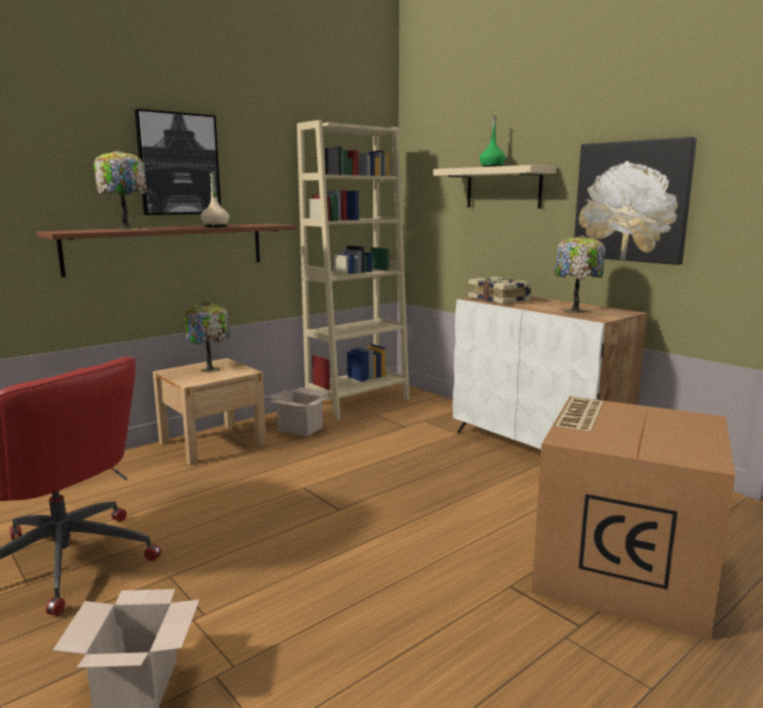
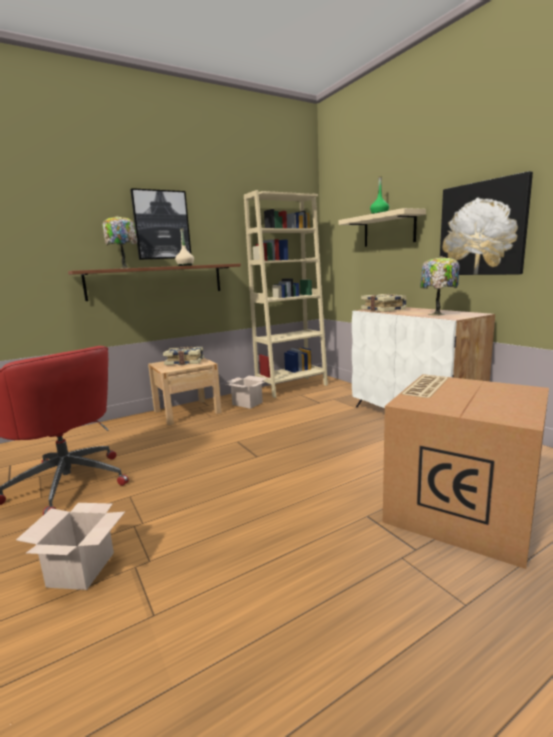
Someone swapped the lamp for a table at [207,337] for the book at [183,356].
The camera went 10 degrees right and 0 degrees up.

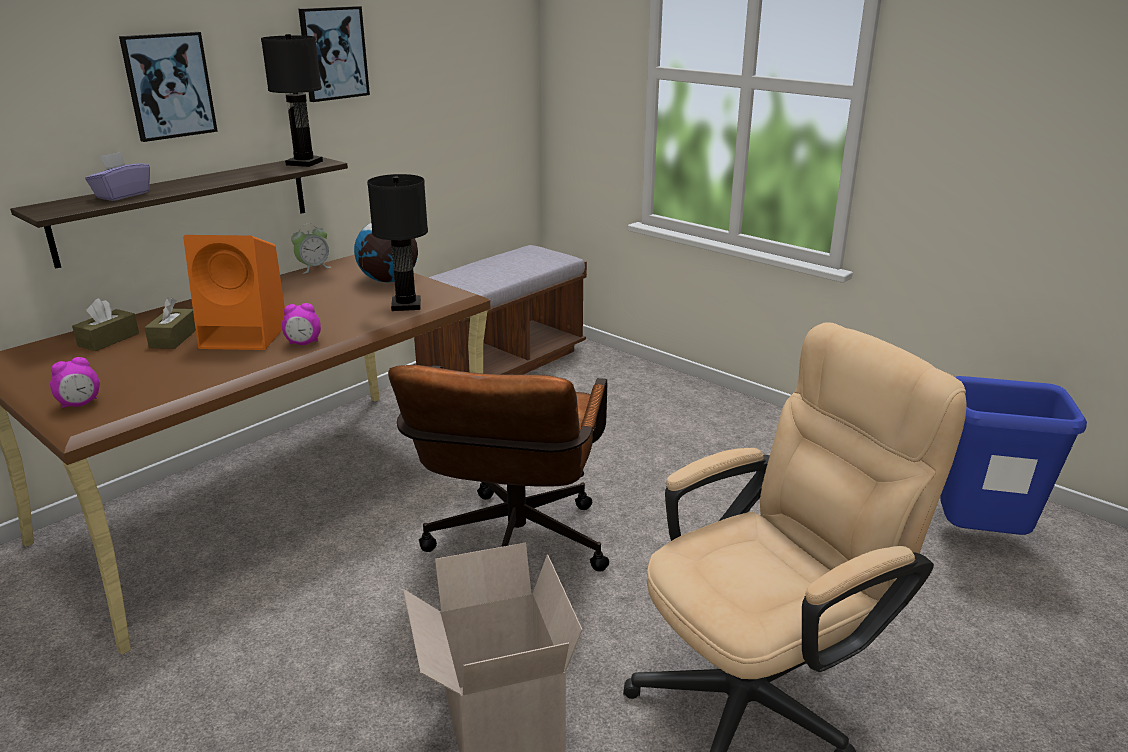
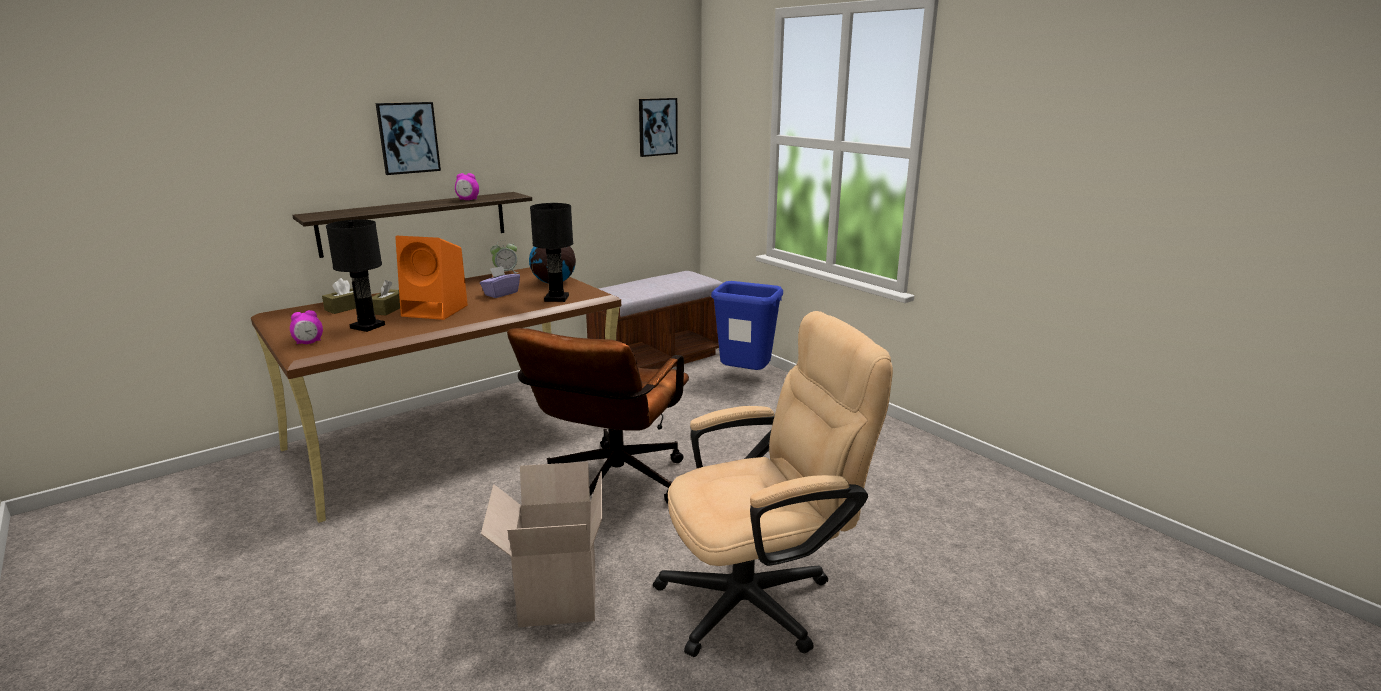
Someone carried the picture from [334,54] to [658,127].
Someone carried the lamp for a table in black-coloured from [292,100] to [355,276].
Someone carried the box of tissues in purple-coloured from [117,176] to [500,282].
Someone carried the alarm clock from [301,324] to [467,186].
Someone carried the rubbish bin in blue from [1013,455] to [747,325].
The camera went 10 degrees right and 5 degrees down.

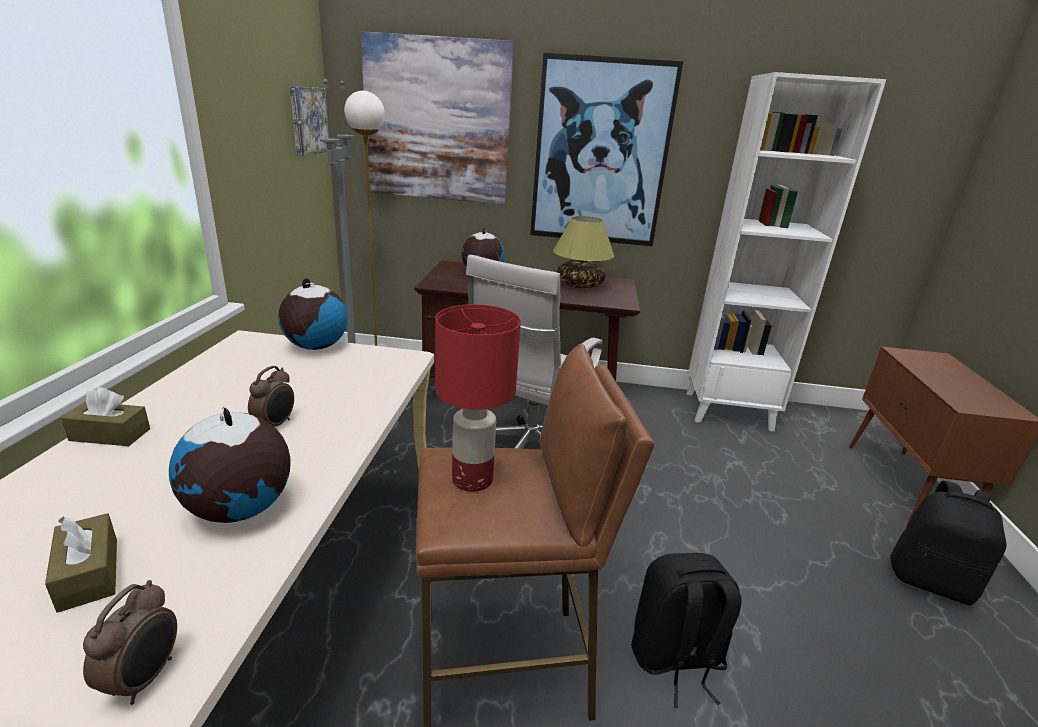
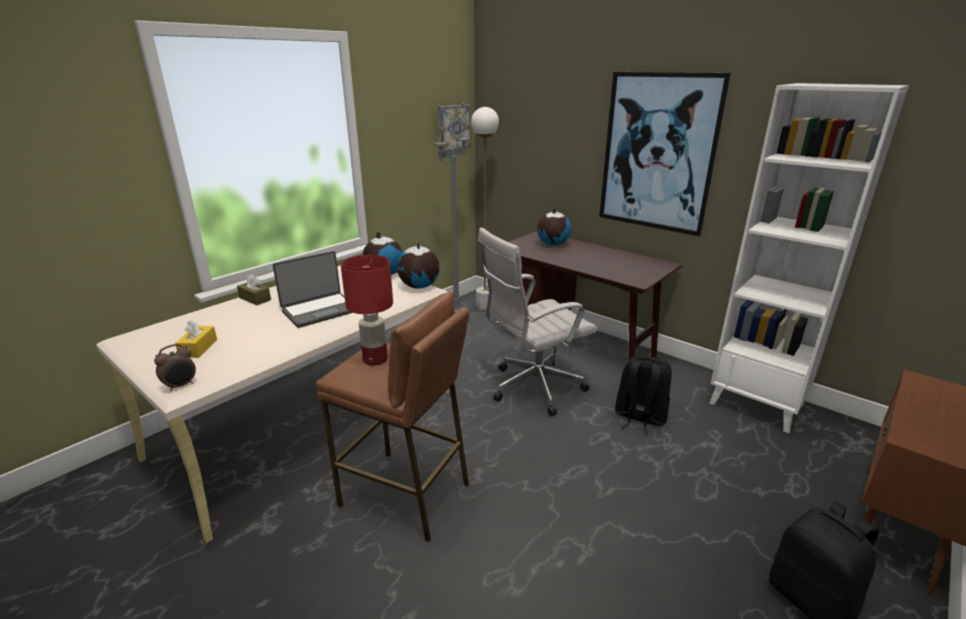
Someone took away the picture at [437,117].
Someone took away the lamp for a table at [583,252].
Someone swapped the alarm clock at [271,396] for the notebook computer at [312,289].
Someone carried the desk globe from [229,465] to [418,265].
Someone repainted the box of tissues in brownish at [81,563], which became the box of tissues in yellowish at [196,339].
Someone carried the backpack in black-coloured from [686,630] to [643,395].
The camera went 35 degrees right and 0 degrees up.

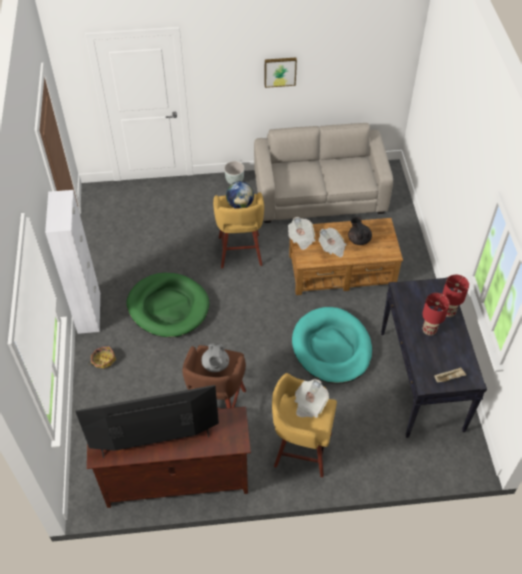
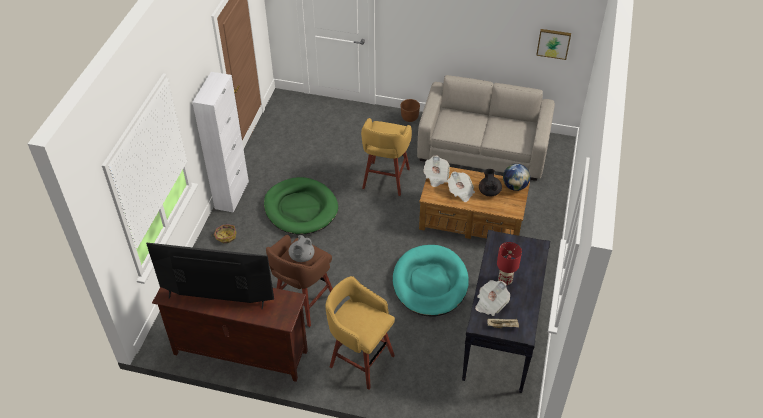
Someone carried the picture from [281,73] to [553,44].
Someone repainted the plant pot in gray at [234,172], which became the plant pot in brownish at [410,110].
Someone carried the desk globe from [240,194] to [516,177].
Someone took away the lamp for a table in reddish at [455,296].
Someone carried the printed paper from [311,398] to [492,298].
The camera went 20 degrees right and 5 degrees down.

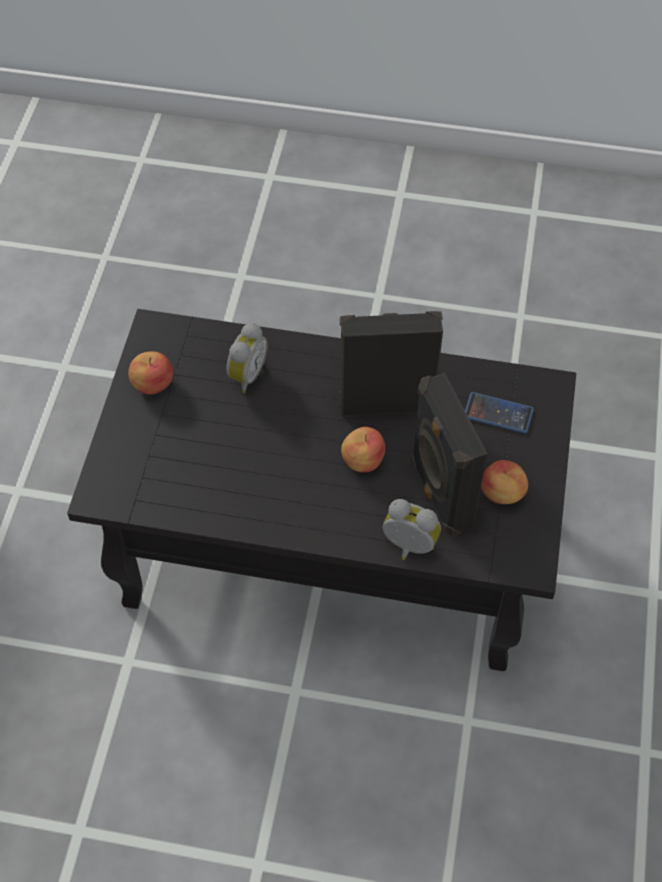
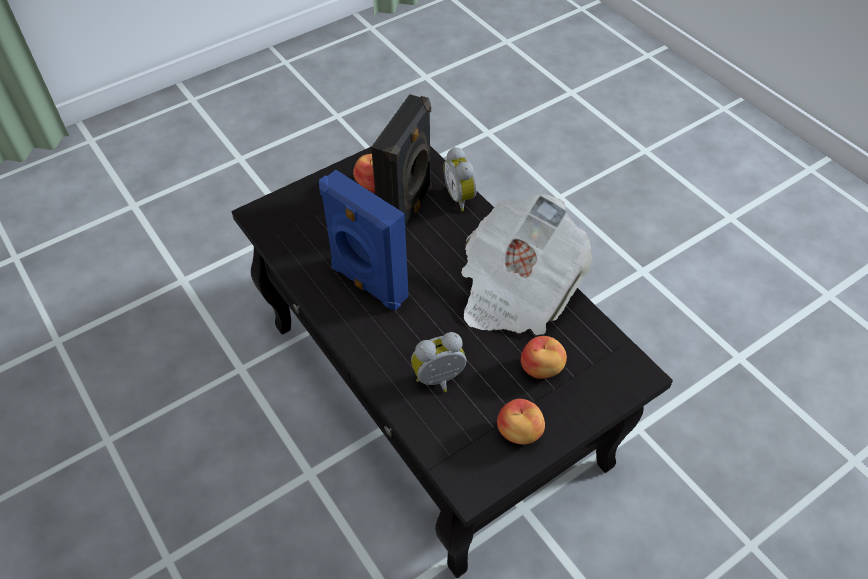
Someone repainted the speaker in black-coloured at [391,363], which became the speaker in blue at [364,240].
Someone took away the handset at [499,412].
Someone carried the whole apple from [363,450] to [544,357].
Someone put down the printed paper at [526,264].
The camera went 135 degrees left and 5 degrees down.

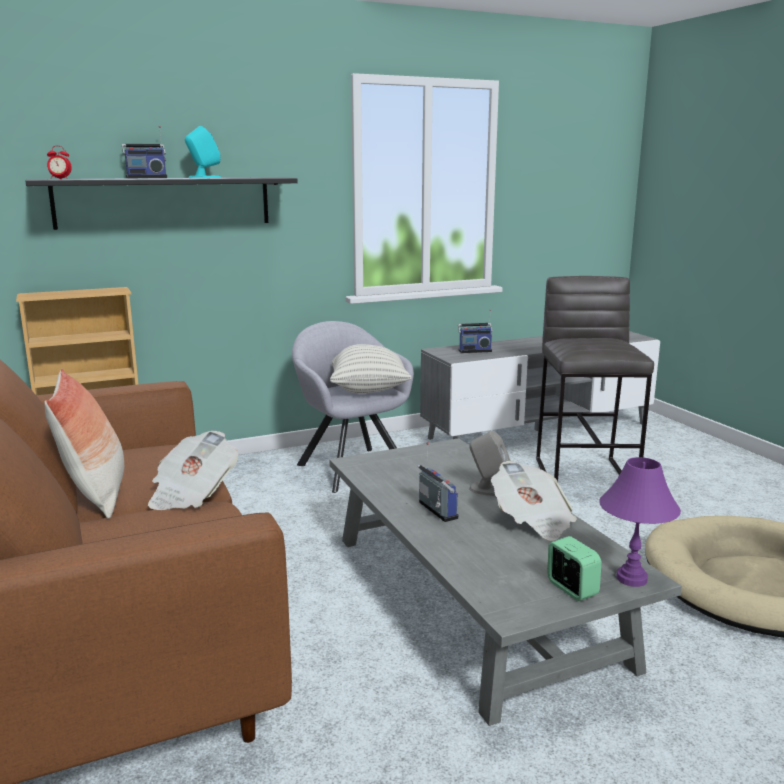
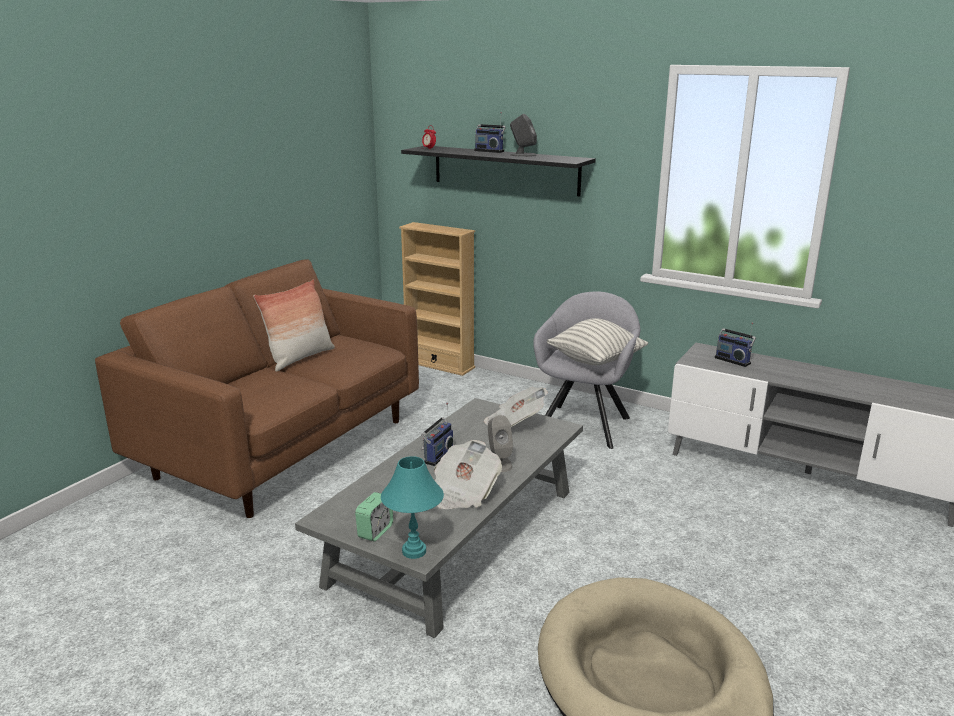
Someone repainted the speaker in turquoise-coloured at [203,152], which became the speaker in gray at [523,135].
Someone took away the stool seat in gray at [595,378].
Someone carried the printed paper from [193,470] to [516,407].
Someone repainted the lamp for a table in purple-coloured at [640,522], which became the lamp for a table in turquoise-coloured at [412,507].
The camera went 55 degrees right and 5 degrees up.

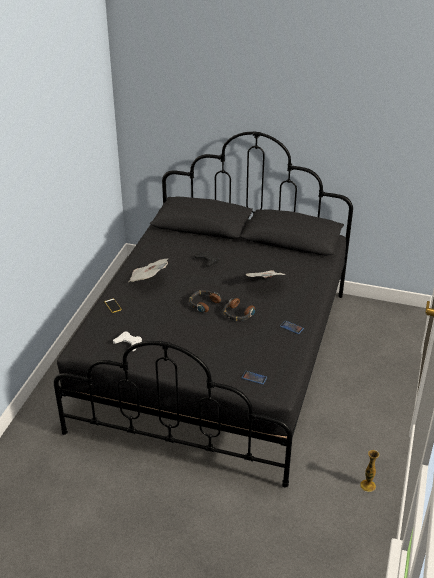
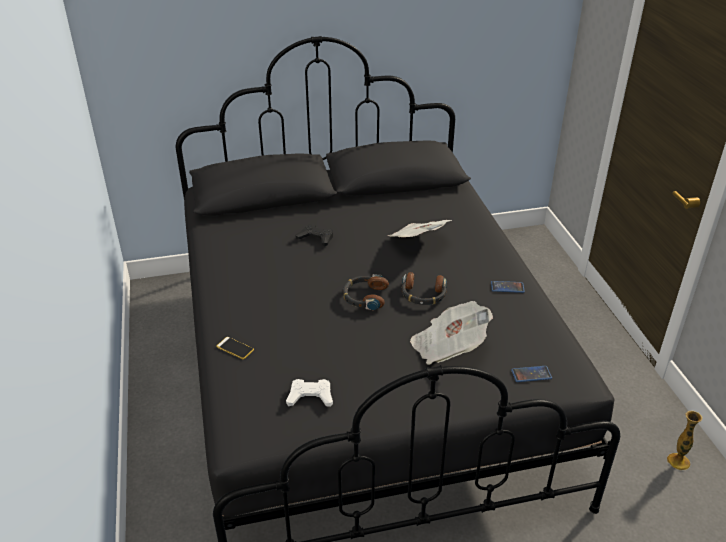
Someone carried the printed paper from [148,270] to [451,333].
The camera went 30 degrees left and 0 degrees up.

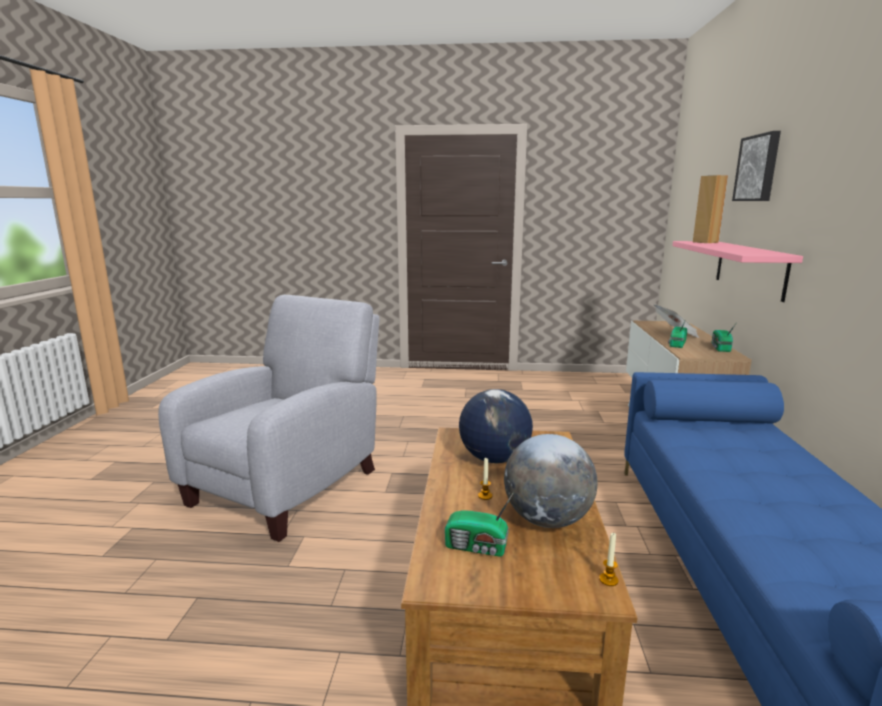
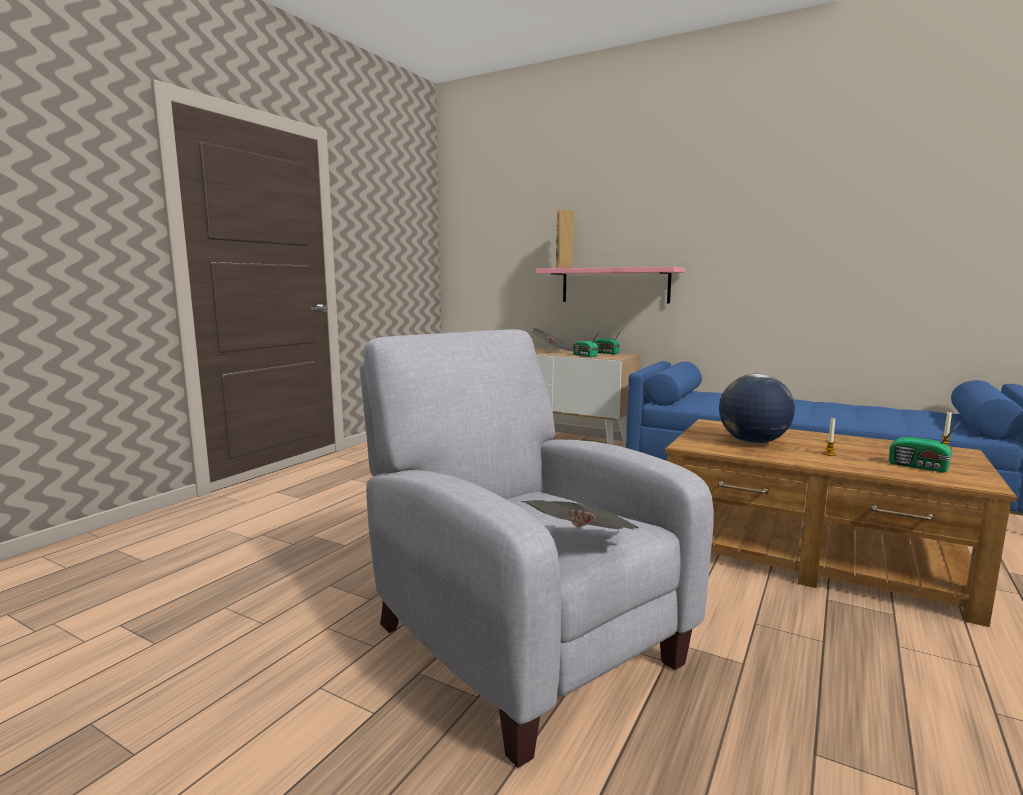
Someone took away the picture at [756,166].
Someone took away the desk globe at [551,481].
Someone rotated the radio receiver at [479,524] by 90 degrees clockwise.
Someone put down the printed paper at [580,515].
The camera went 65 degrees left and 5 degrees down.

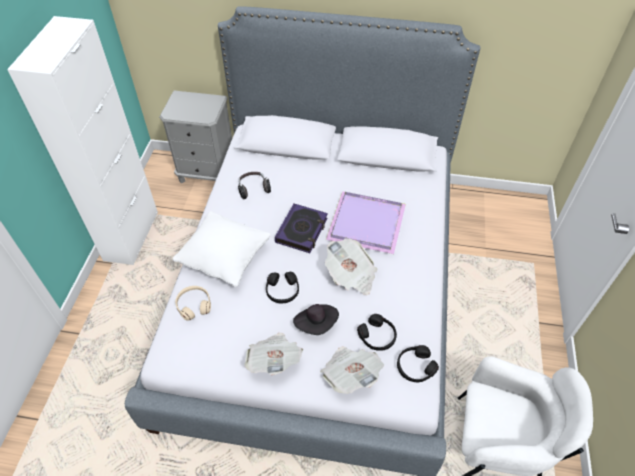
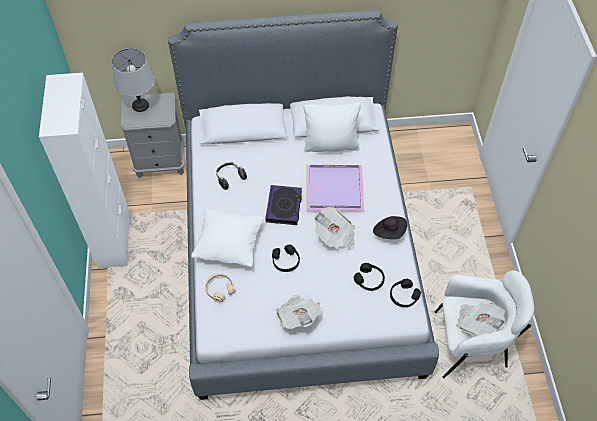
Someone carried the wearable hat in black-coloured from [316,319] to [390,227].
Someone carried the printed paper from [352,370] to [480,319].
Someone put down the lamp for a table in gray at [133,80].
Someone put down the cushion in white-coloured at [332,127].
The camera went 15 degrees left and 5 degrees up.

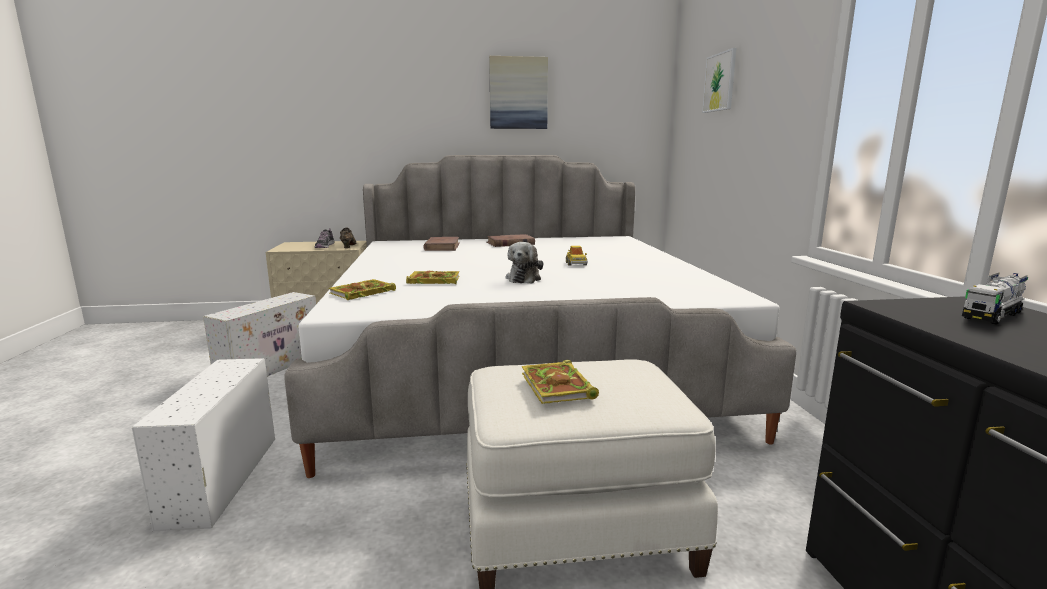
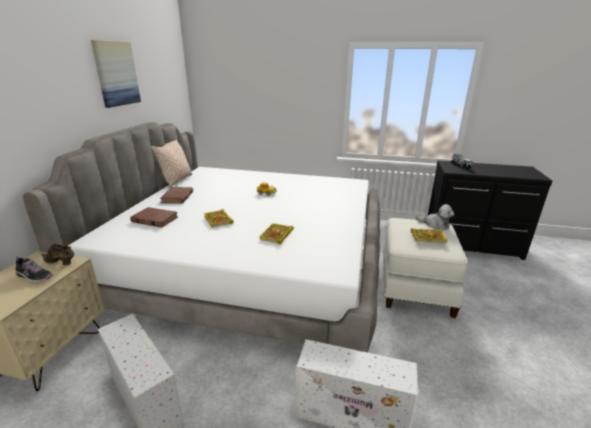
Someone took away the picture at [719,80].
Someone carried the plush toy from [524,263] to [435,217].
Someone carried the book from [362,289] to [219,218].
Someone put down the cushion in sand-coloured at [171,164].
The camera went 70 degrees left and 10 degrees up.

